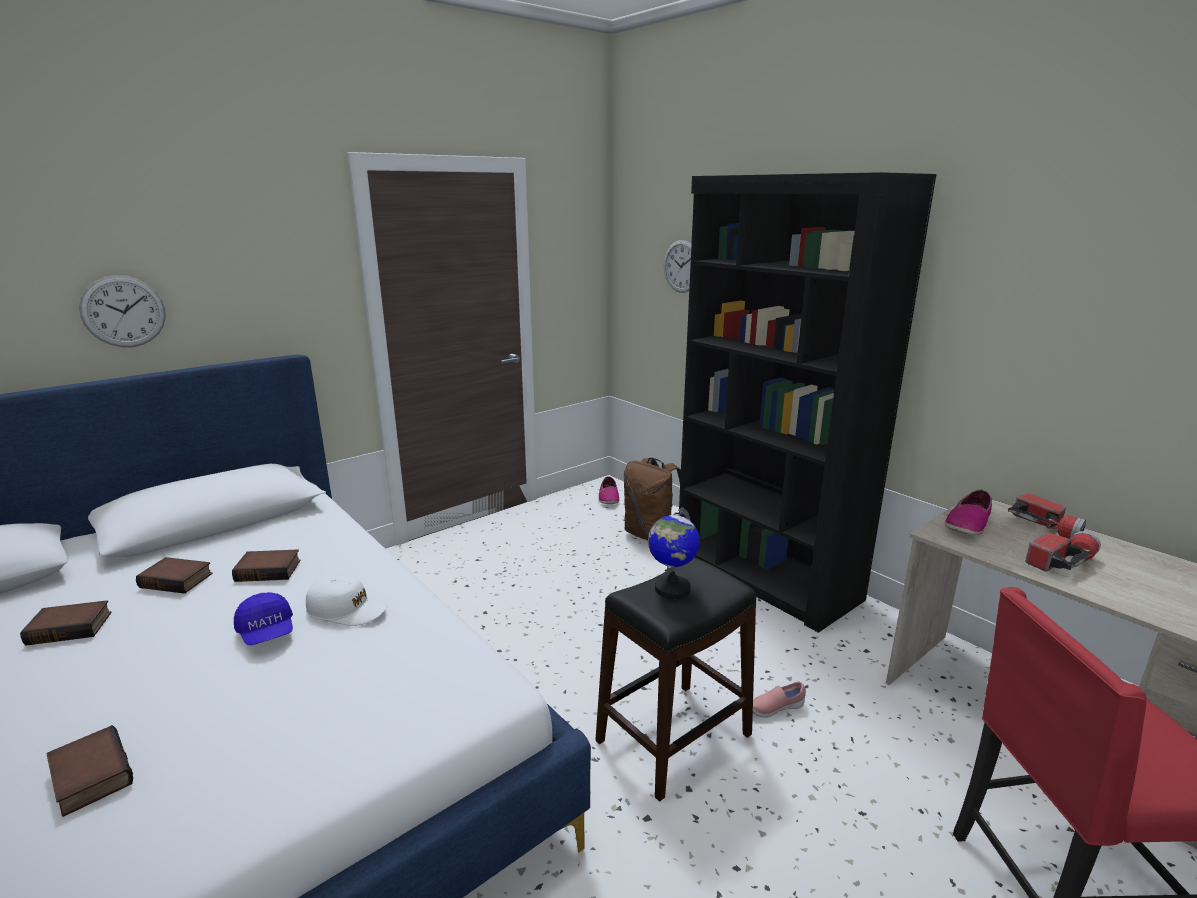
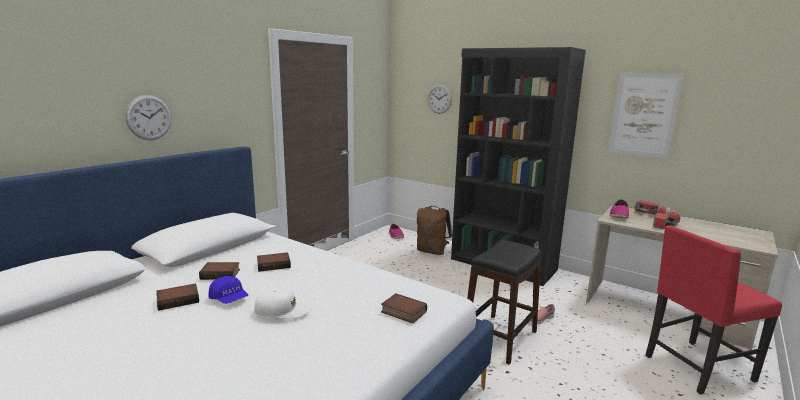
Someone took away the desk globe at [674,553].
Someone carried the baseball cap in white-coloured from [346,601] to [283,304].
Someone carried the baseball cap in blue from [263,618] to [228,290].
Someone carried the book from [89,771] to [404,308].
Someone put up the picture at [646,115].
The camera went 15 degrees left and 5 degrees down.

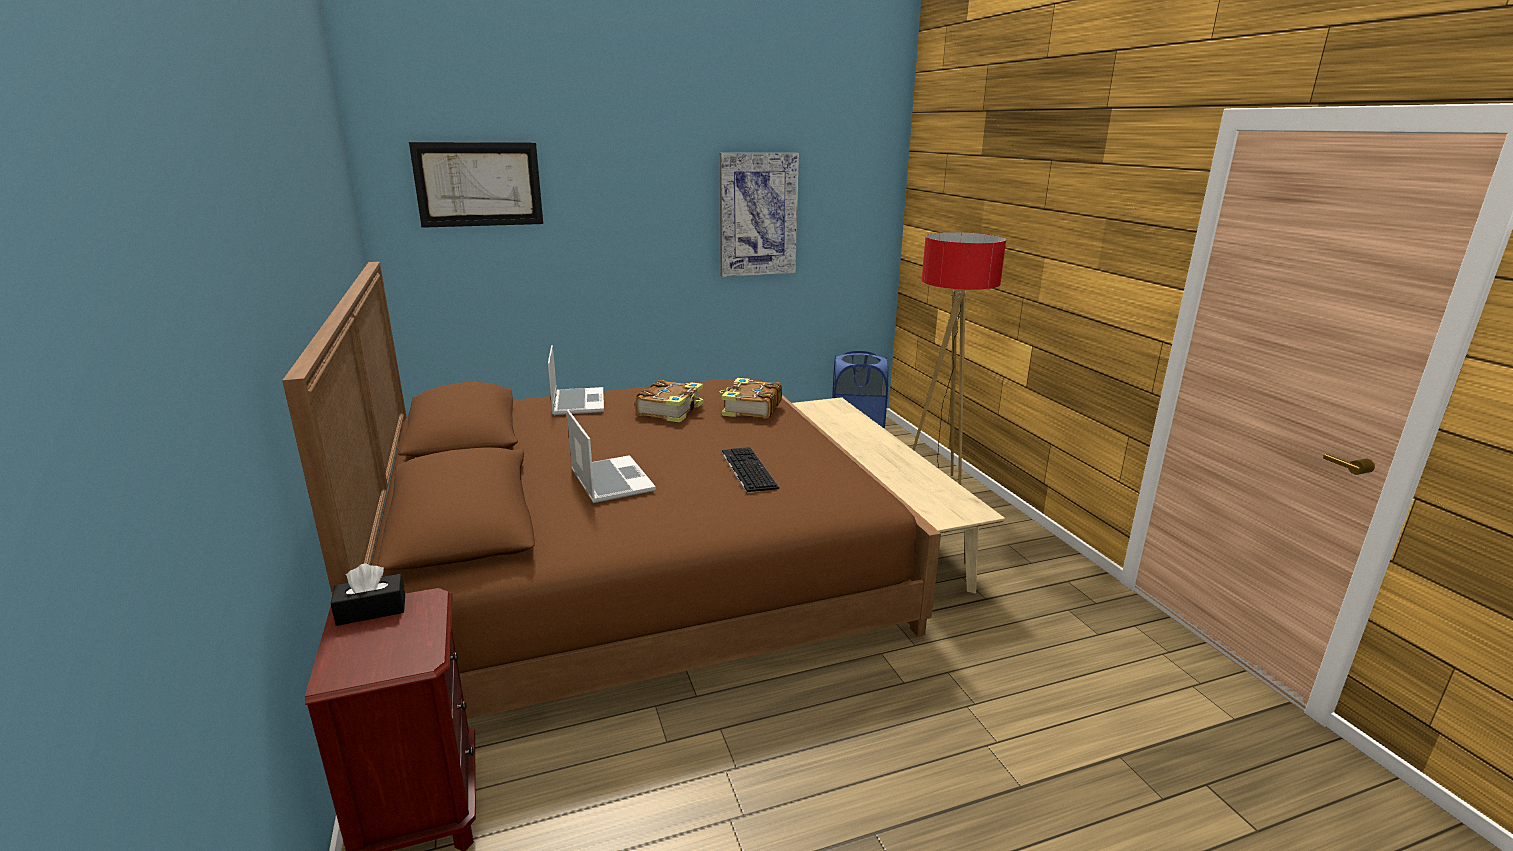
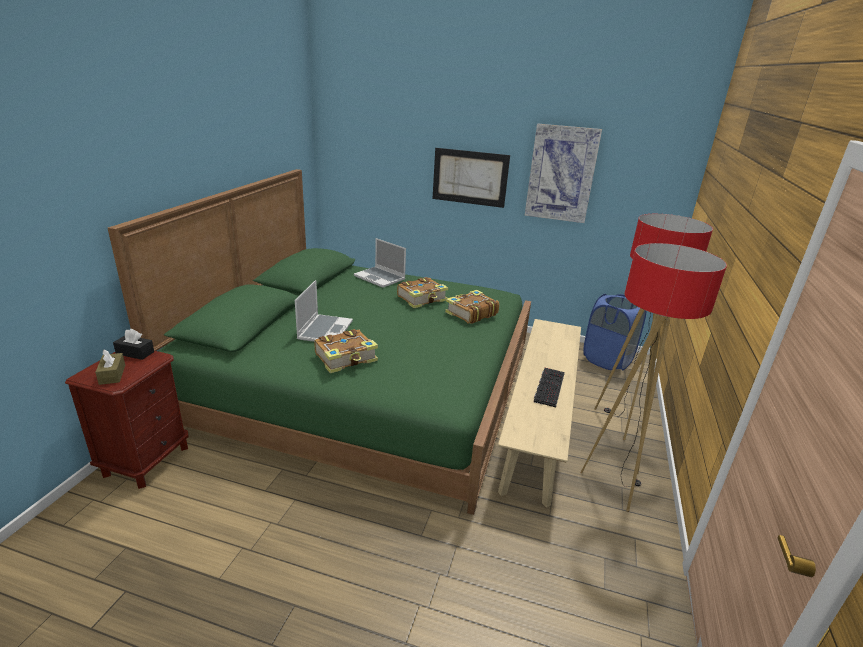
Someone carried the picture from [476,185] to [471,178].
Someone repainted the bed in brownish at [611,490], which became the bed in green-coloured at [319,342].
Someone rotated the notebook computer at [576,380] by 105 degrees clockwise.
Someone carried the keyboard from [750,470] to [549,388].
Someone put down the standing lamp at [654,377].
Someone put down the book at [346,351].
Someone put down the box of tissues in brownish at [110,367].
The camera went 35 degrees right and 5 degrees up.

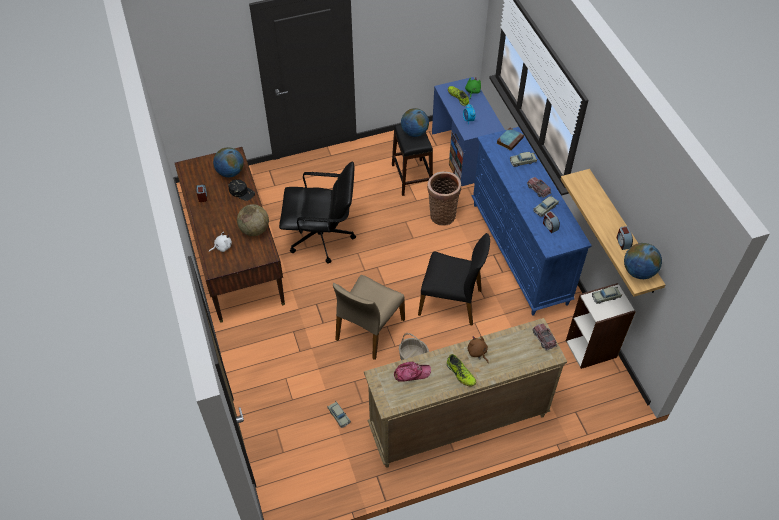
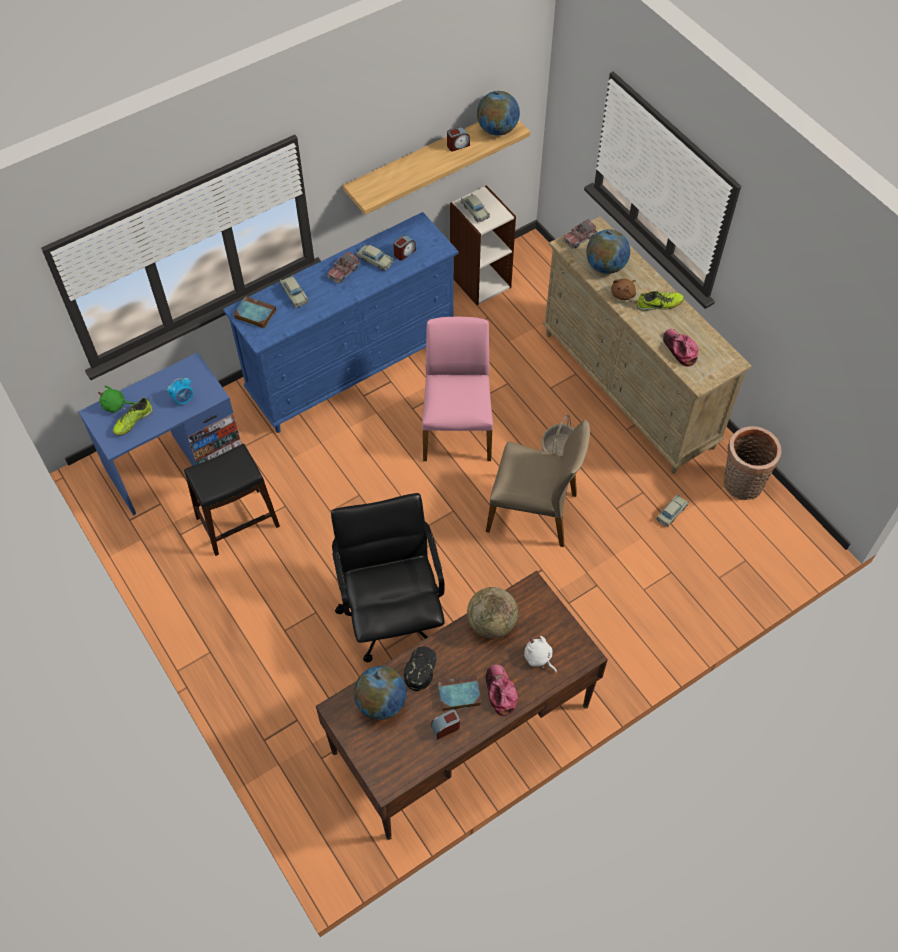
Someone carried the desk globe from [415,122] to [608,252].
Someone carried the household basket from [444,199] to [753,463].
Someone repainted the plain chair in black-coloured at [454,279], which became the plain chair in pink at [457,389].
Someone rotated the low shoe at [461,370] by 45 degrees clockwise.
Someone put down the baseball cap at [502,690].
Someone put down the book at [459,693].
The camera went 105 degrees left and 5 degrees up.

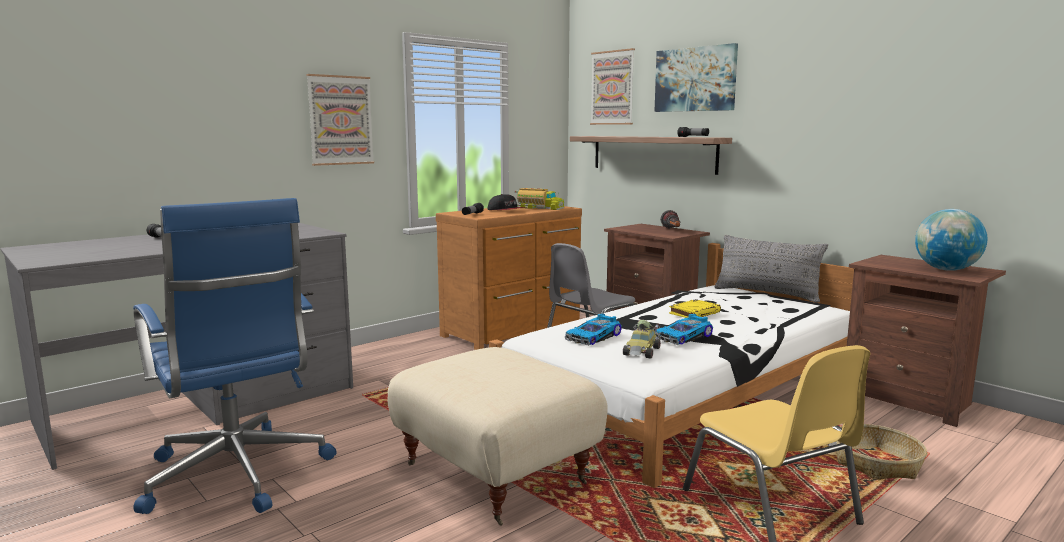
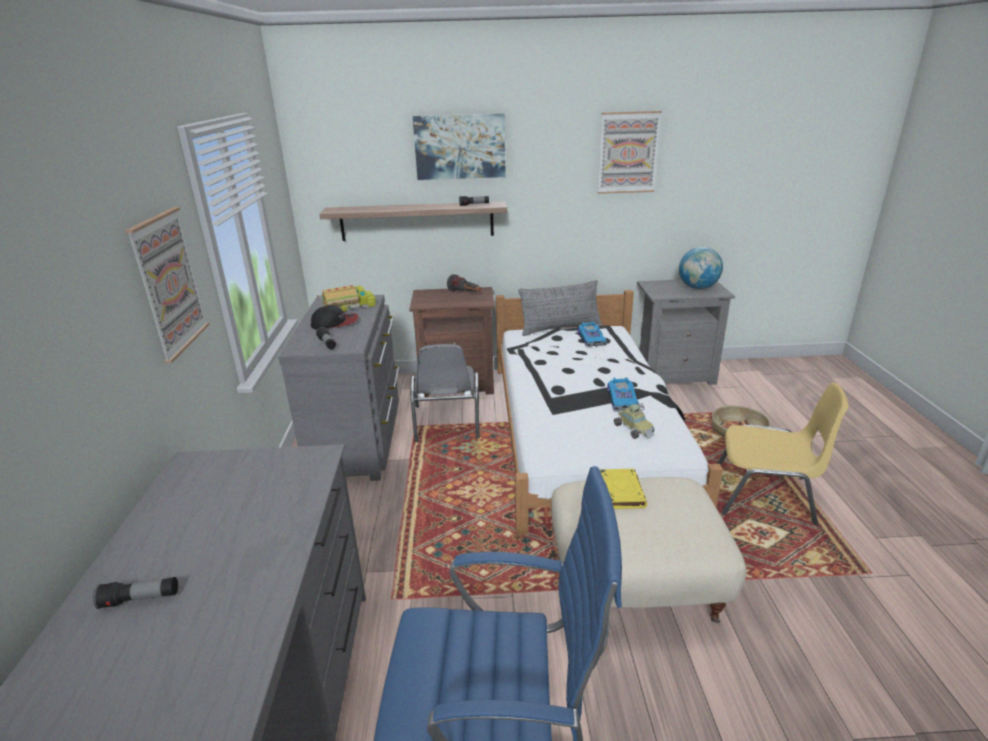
Someone carried the picture from [612,86] to [630,152].
Someone repainted the chest of drawers in brownish at [509,278], which became the chest of drawers in gray at [338,388].
Someone repainted the nightstand in brownish at [926,341], which became the nightstand in gray at [686,332].
Someone carried the book in yellowish from [695,308] to [623,489].
Someone carried the toy car from [593,329] to [592,334].
The camera went 50 degrees left and 15 degrees up.

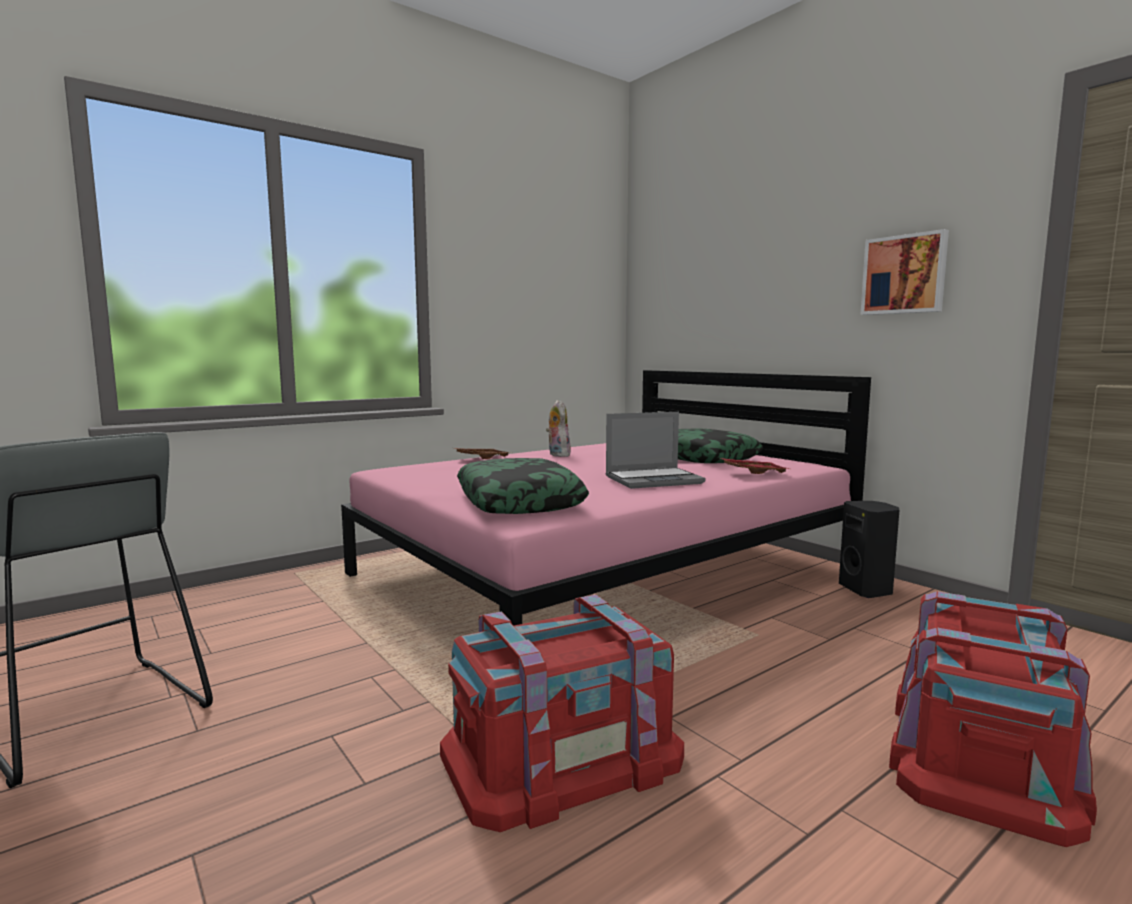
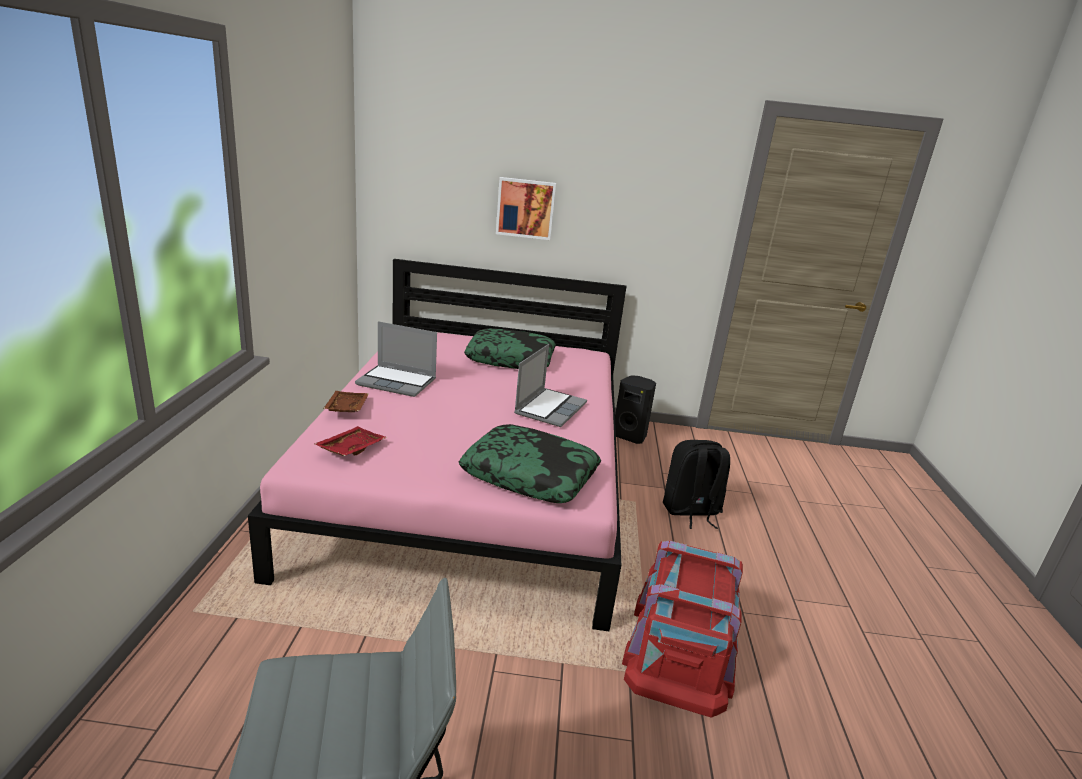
Someone carried the picture from [904,272] to [526,208].
Someone swapped the plush toy at [558,428] for the notebook computer at [396,359].
Someone carried the tray in reddish from [754,466] to [350,441].
Someone took away the storage box in reddish at [993,719].
Someone put down the backpack in black-coloured at [696,484].
The camera went 50 degrees left and 15 degrees up.

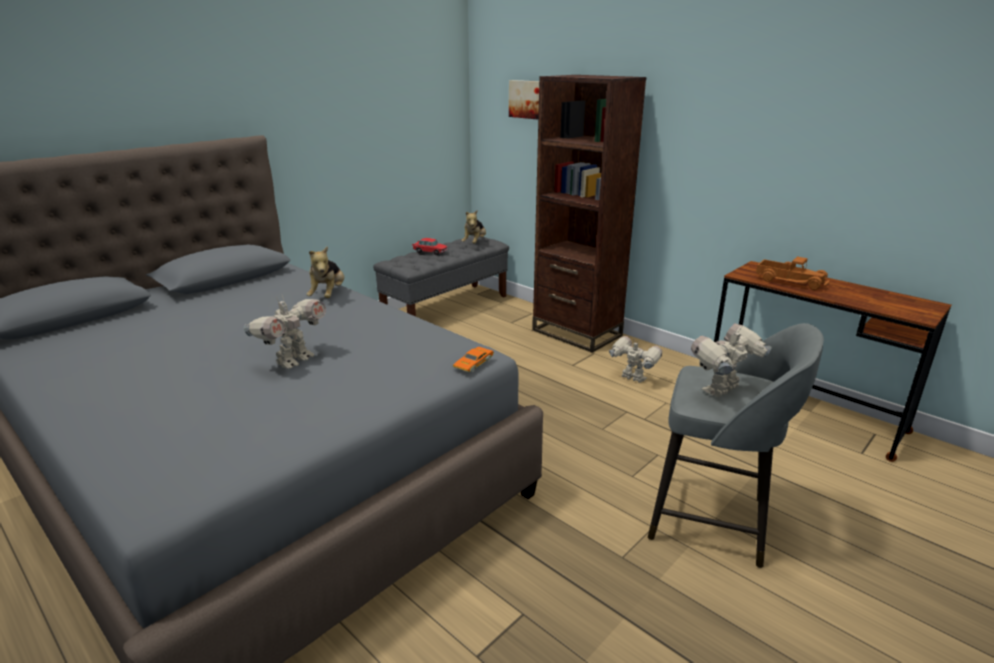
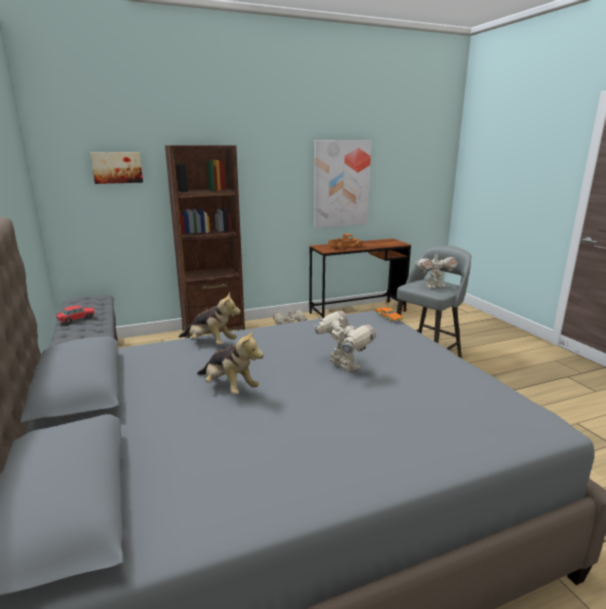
Someone carried the plush toy from [473,227] to [230,361].
Someone rotated the robot figure at [731,360] by 90 degrees counterclockwise.
Someone put up the picture at [342,184].
The camera went 65 degrees left and 5 degrees down.

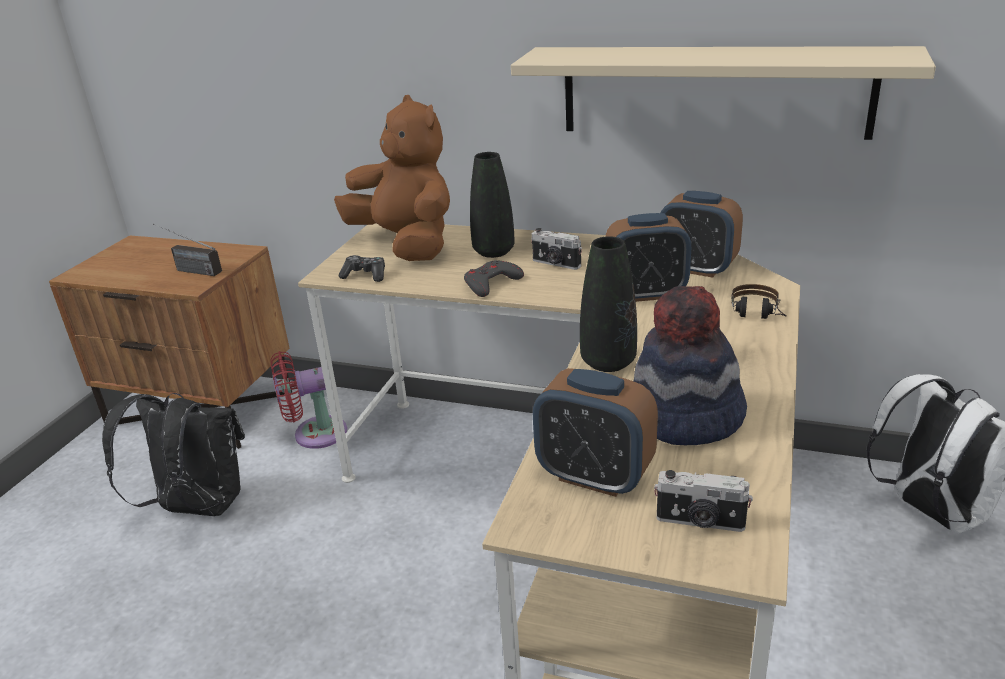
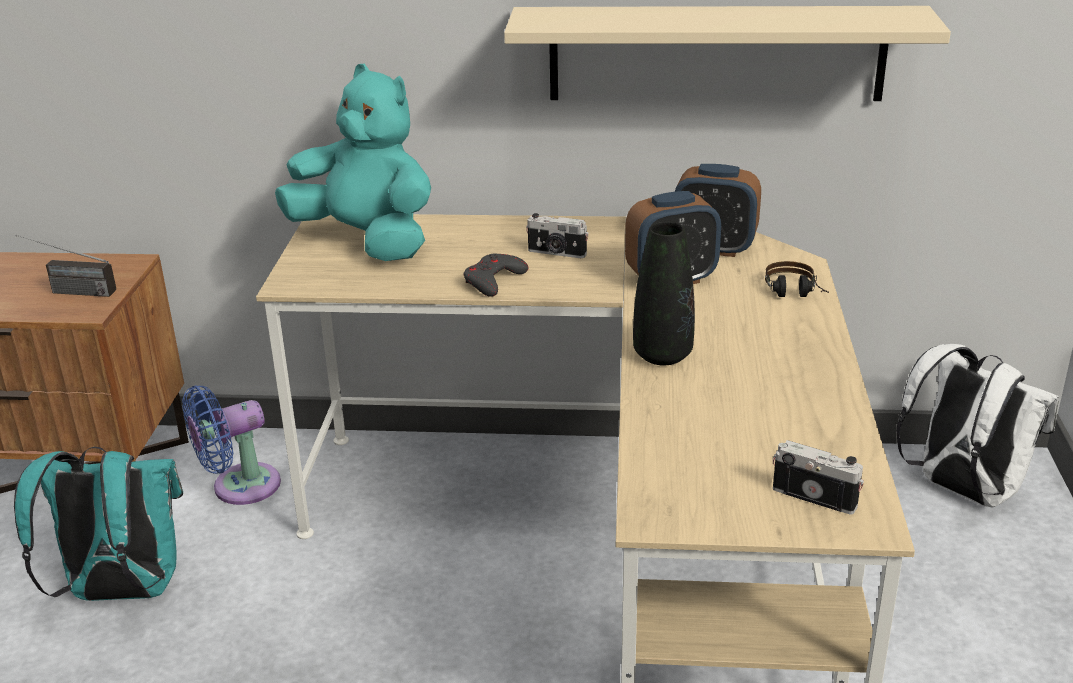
Someone repainted the plush toy in brownish at [392,178], which became the plush toy in turquoise-coloured at [353,162].
Someone took away the decorative vase in black-coloured at [492,205].
Someone took away the joypad at [362,268].
Someone took away the wearable hat at [690,365].
Someone repainted the fan in reddish at [309,400], which became the fan in blue at [231,445].
Someone took away the alarm clock at [595,432].
Someone repainted the backpack in black-coloured at [173,454], which became the backpack in turquoise-coloured at [98,524].
Someone rotated the photo camera at [703,501] by 150 degrees counterclockwise.
The camera went 15 degrees left and 0 degrees up.

